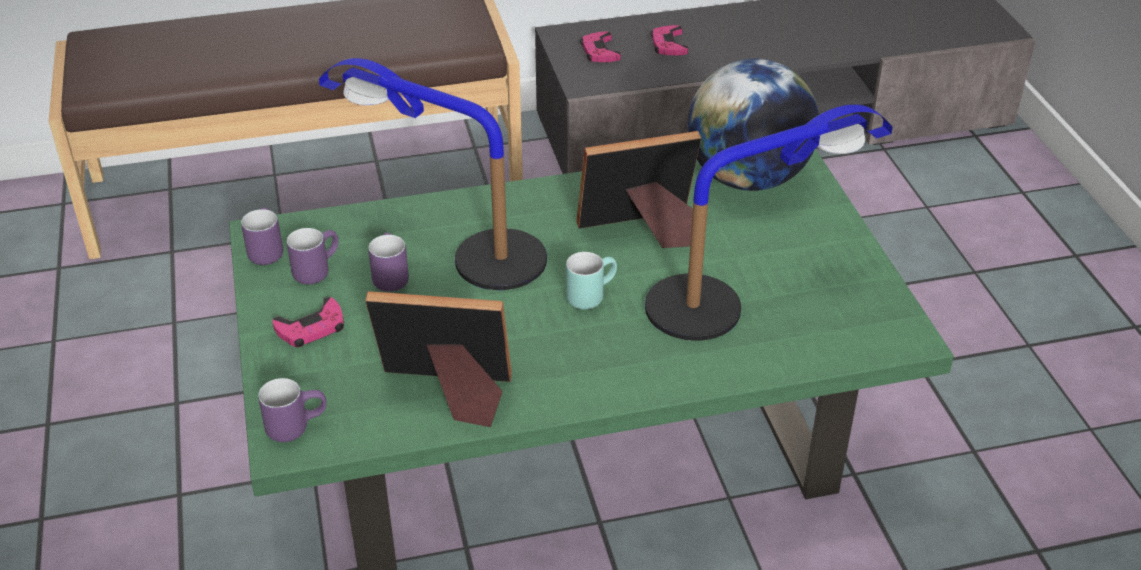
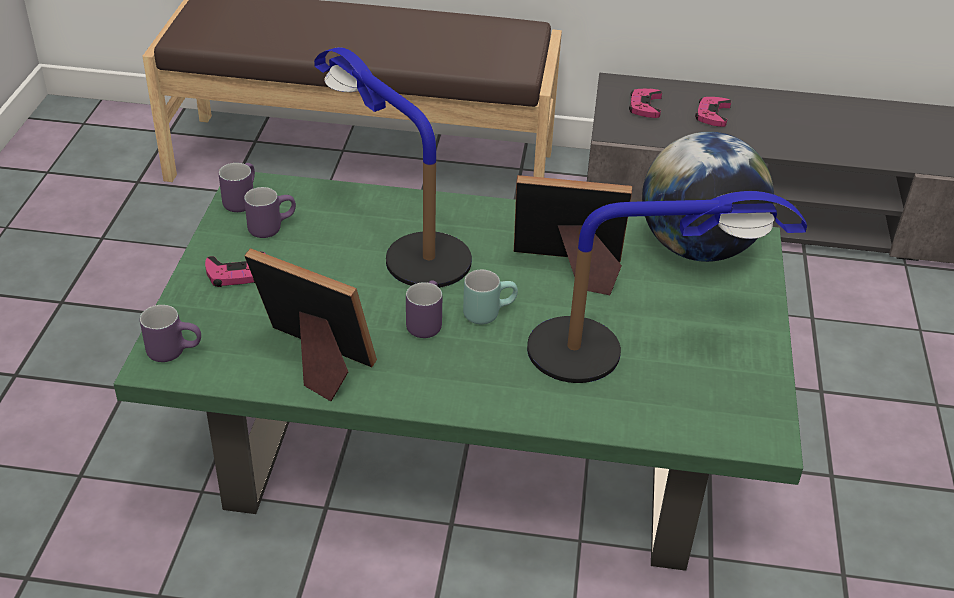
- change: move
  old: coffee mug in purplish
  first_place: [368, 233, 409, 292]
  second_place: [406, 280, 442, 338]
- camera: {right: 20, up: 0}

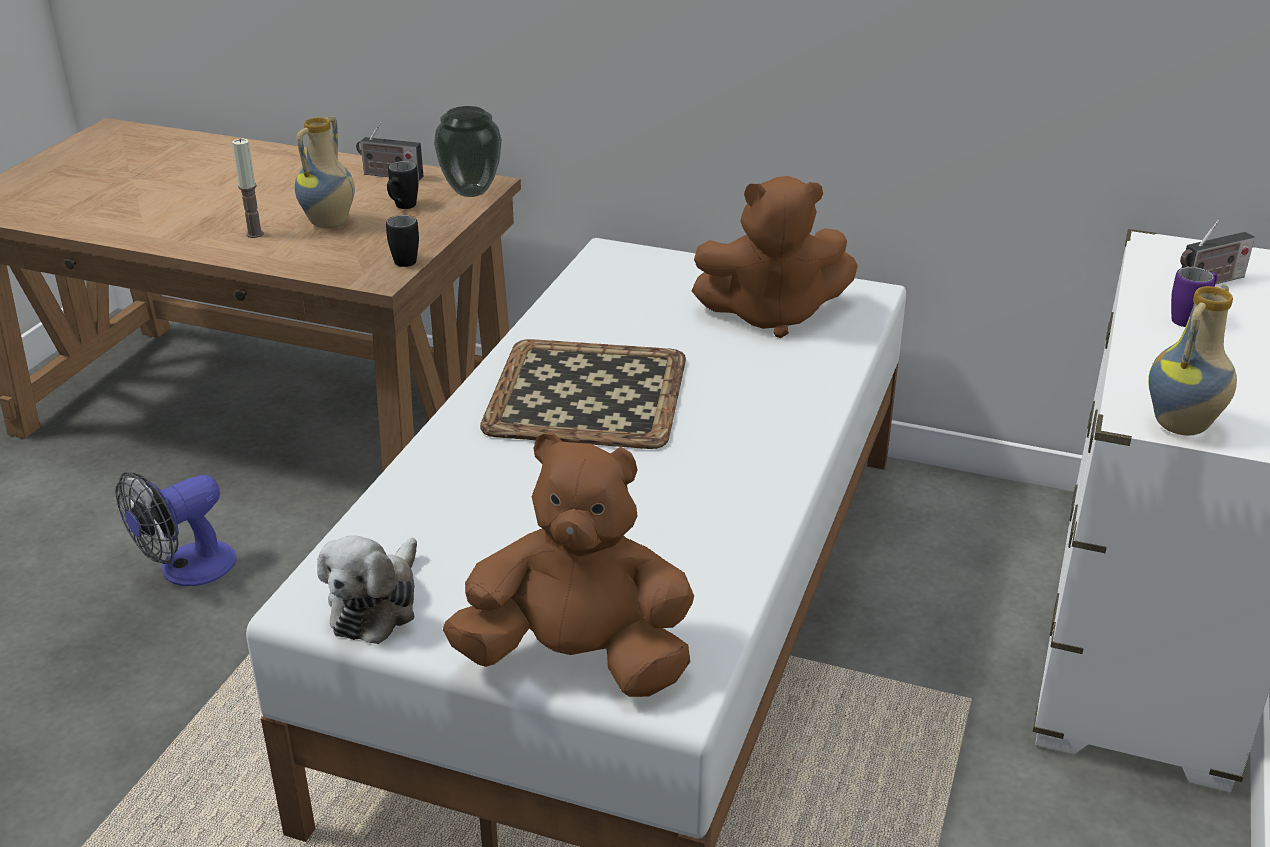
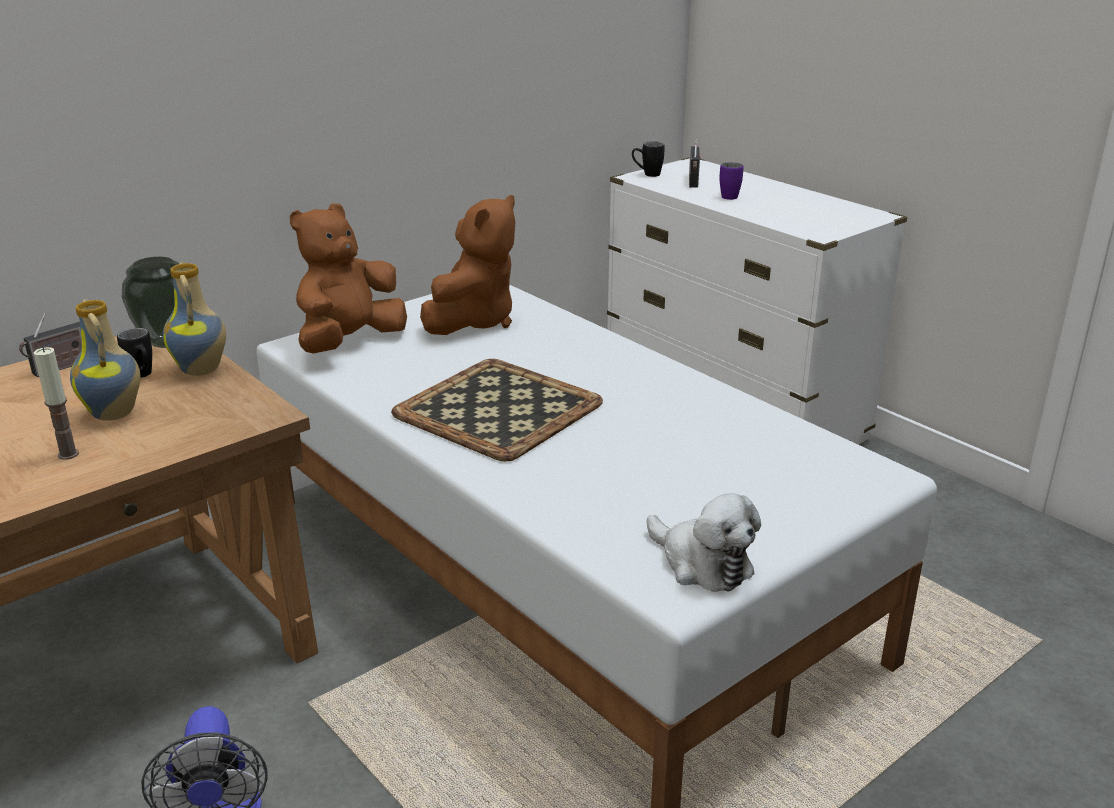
- change: move
  old: coffee mug in black
  first_place: [386, 215, 419, 267]
  second_place: [632, 141, 665, 177]
- change: move
  old: decorative vase
  first_place: [1148, 284, 1237, 435]
  second_place: [163, 262, 226, 376]
- change: move
  old: soft toy in brown
  first_place: [443, 433, 694, 697]
  second_place: [290, 203, 407, 354]
- camera: {right: -60, up: -5}

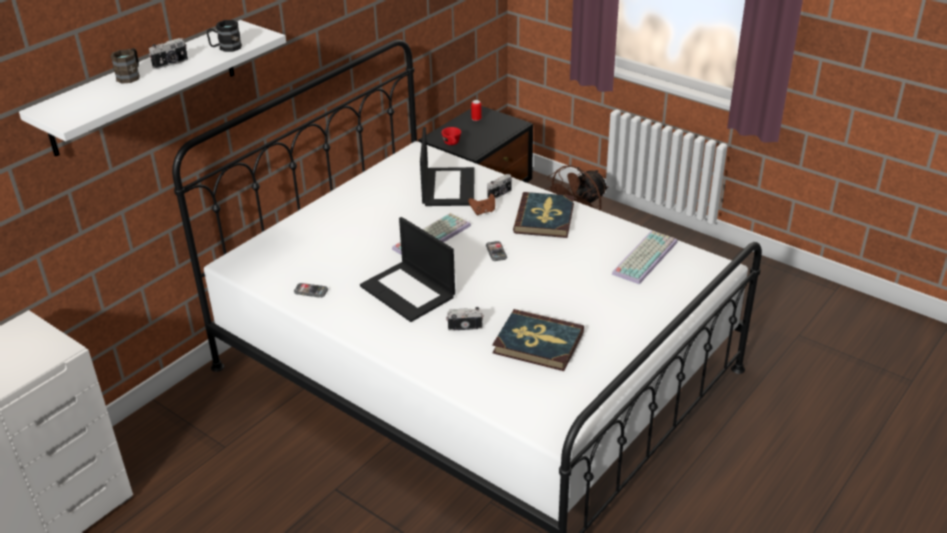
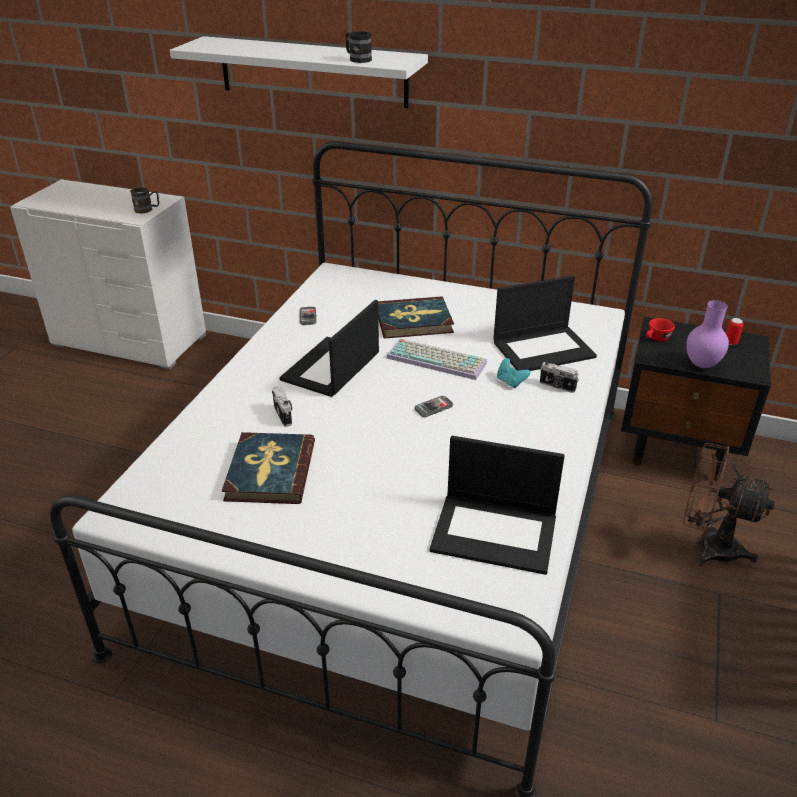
- change: delete
  old: still camera
  first_place: [149, 38, 188, 69]
- change: move
  old: coffee mug in brown
  first_place: [111, 48, 140, 84]
  second_place: [130, 187, 159, 214]
- change: move
  old: volume
  first_place: [513, 192, 574, 238]
  second_place: [378, 296, 454, 339]
- change: recolor
  old: joypad in brown
  new: joypad in turquoise
  first_place: [468, 194, 495, 215]
  second_place: [497, 358, 530, 388]
- change: replace
  old: computer keyboard
  new: notebook computer
  first_place: [612, 231, 678, 284]
  second_place: [430, 436, 565, 575]
- change: insert
  new: decorative vase in purplish
  second_place: [686, 300, 729, 368]
- camera: {right: 70, up: 0}

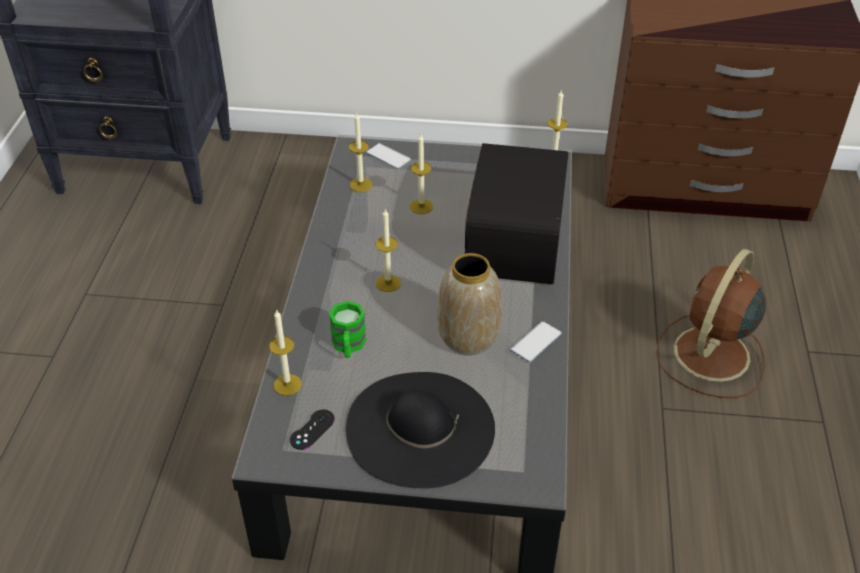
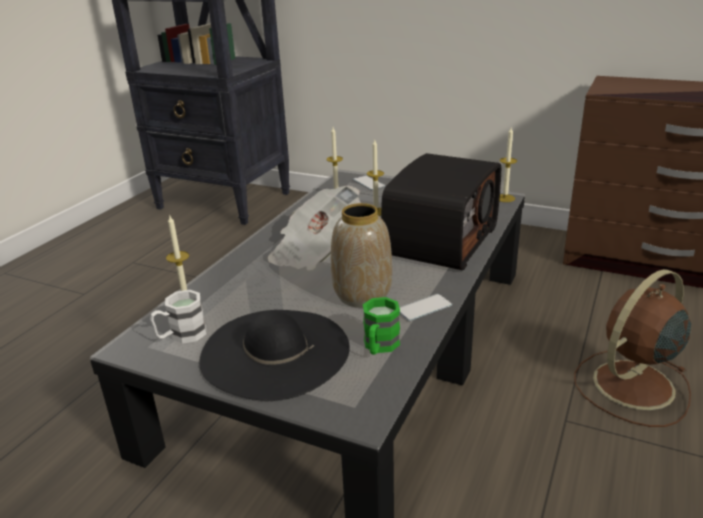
- change: replace
  old: wax light
  new: newspaper
  first_place: [376, 209, 401, 292]
  second_place: [268, 186, 361, 271]
- change: move
  old: coffee mug in green
  first_place: [329, 301, 367, 358]
  second_place: [363, 297, 400, 355]
- change: replace
  old: joypad in black
  new: coffee mug in whitish
  first_place: [290, 409, 335, 450]
  second_place: [150, 290, 206, 344]
- camera: {right: 20, up: -15}

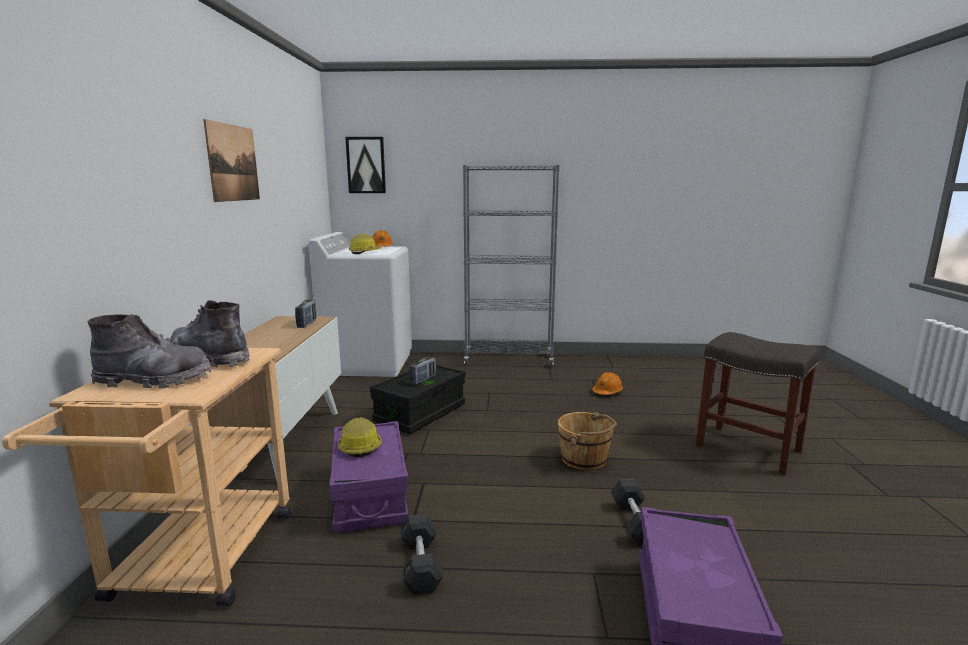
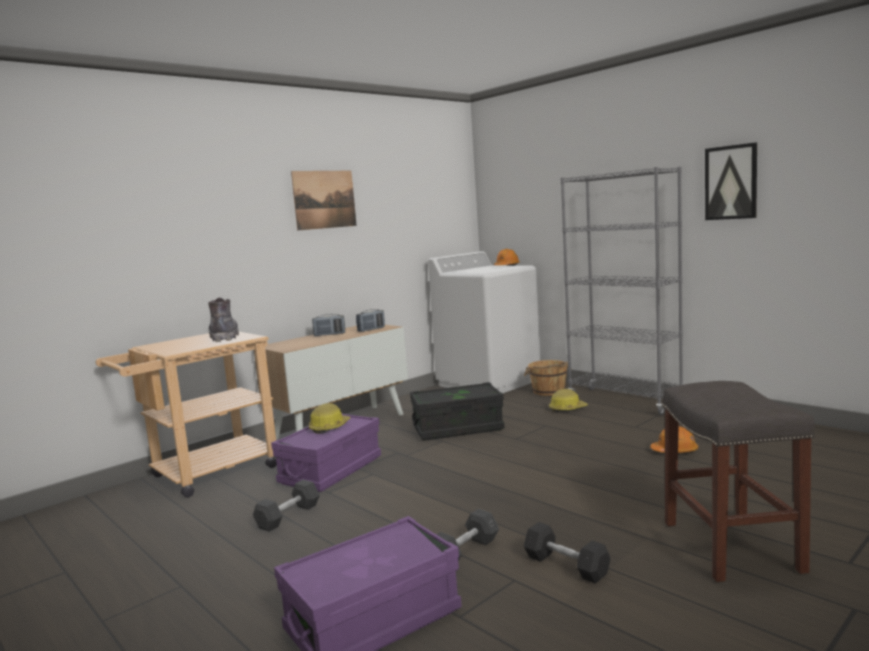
- change: move
  old: picture
  first_place: [345, 137, 386, 193]
  second_place: [705, 142, 757, 220]
- change: move
  old: safety helmet
  first_place: [349, 233, 382, 254]
  second_place: [549, 389, 588, 412]
- change: delete
  old: high-top boot in gray
  first_place: [88, 314, 211, 389]
- change: move
  old: radio
  first_place: [409, 357, 436, 385]
  second_place: [312, 314, 345, 336]
- change: move
  old: pail in brown
  first_place: [558, 412, 617, 471]
  second_place: [524, 360, 572, 396]
- change: insert
  new: hand weight in black
  second_place: [524, 522, 610, 584]
- camera: {right: 45, up: -5}

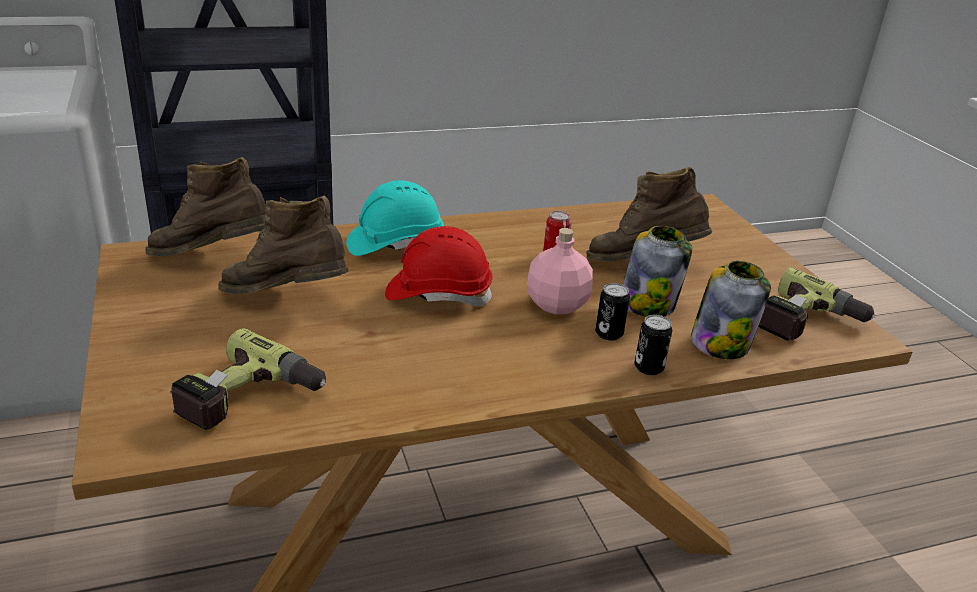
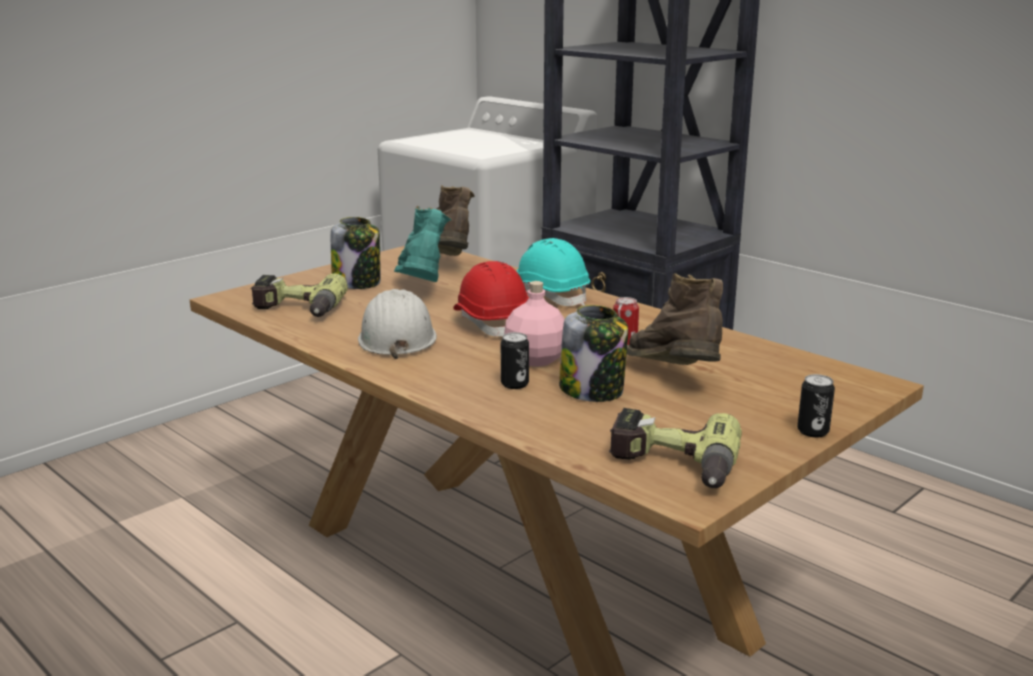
- change: recolor
  old: high-top boot in brown
  new: high-top boot in turquoise
  first_place: [218, 196, 349, 294]
  second_place: [394, 206, 453, 282]
- change: move
  old: preserve jar
  first_place: [691, 261, 771, 359]
  second_place: [331, 217, 380, 289]
- change: move
  old: sealed can
  first_place: [634, 315, 672, 375]
  second_place: [797, 374, 835, 437]
- change: insert
  new: safety helmet in whitish
  second_place: [358, 289, 437, 359]
- camera: {right: 65, up: -10}

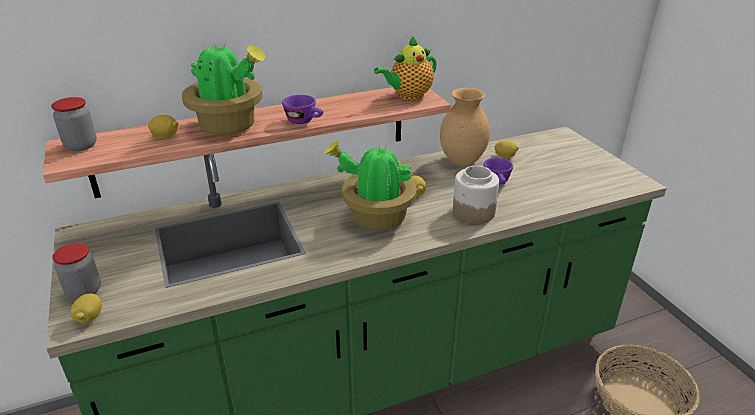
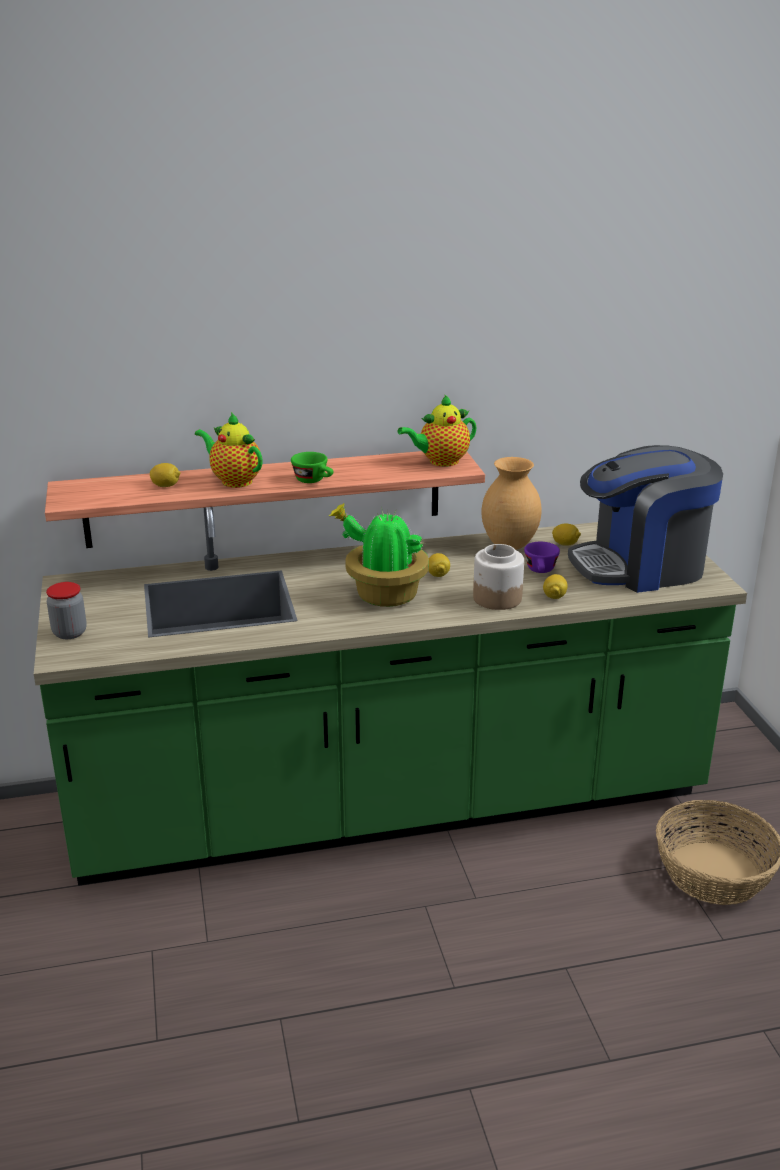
- change: replace
  old: plant in a pot
  new: pot for tea
  first_place: [182, 39, 266, 135]
  second_place: [195, 412, 263, 488]
- change: recolor
  old: small cup in purplish
  new: small cup in green
  first_place: [282, 95, 323, 124]
  second_place: [291, 452, 333, 483]
- change: delete
  old: preserve jar
  first_place: [51, 97, 97, 151]
- change: move
  old: whole lemon
  first_place: [70, 293, 102, 323]
  second_place: [543, 574, 568, 599]
- change: insert
  new: coffee machine
  second_place: [568, 445, 723, 593]
- camera: {right: 10, up: -5}

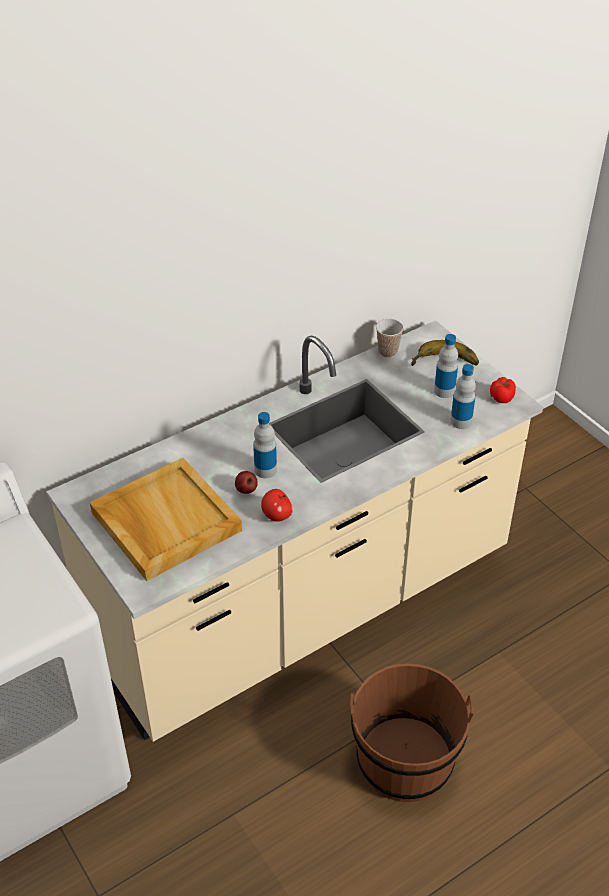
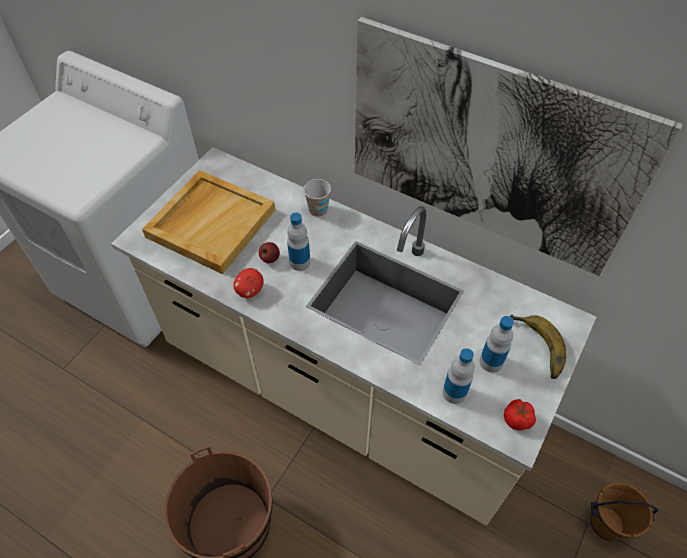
- change: move
  old: small cup
  first_place: [376, 319, 404, 358]
  second_place: [304, 179, 331, 217]
- change: insert
  new: picture
  second_place: [355, 17, 683, 276]
- change: insert
  new: pail in brown
  second_place: [590, 482, 659, 541]
- camera: {right: 65, up: 10}

